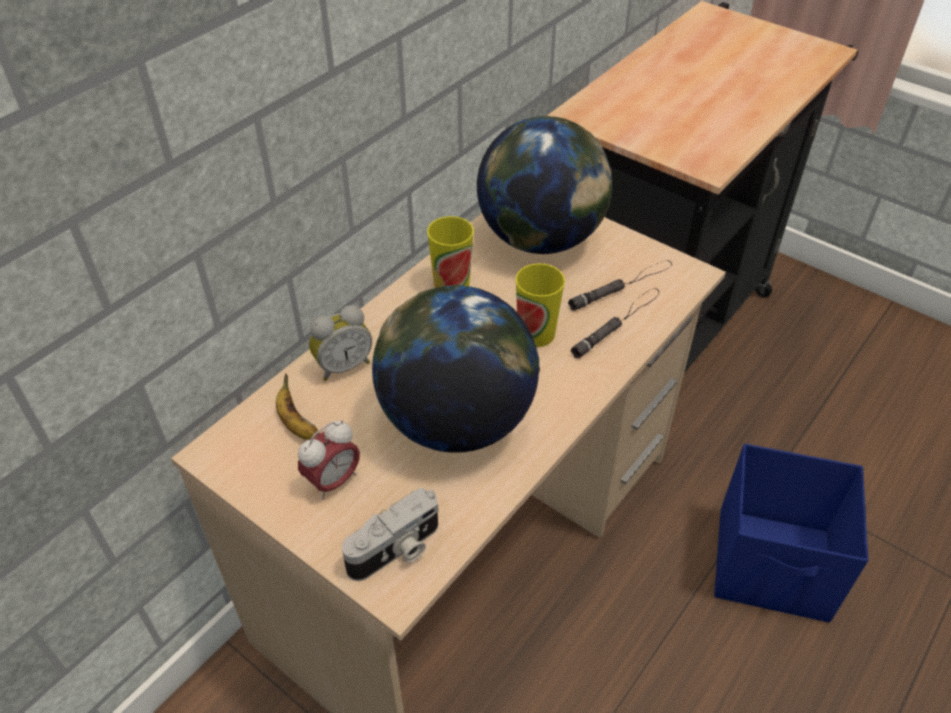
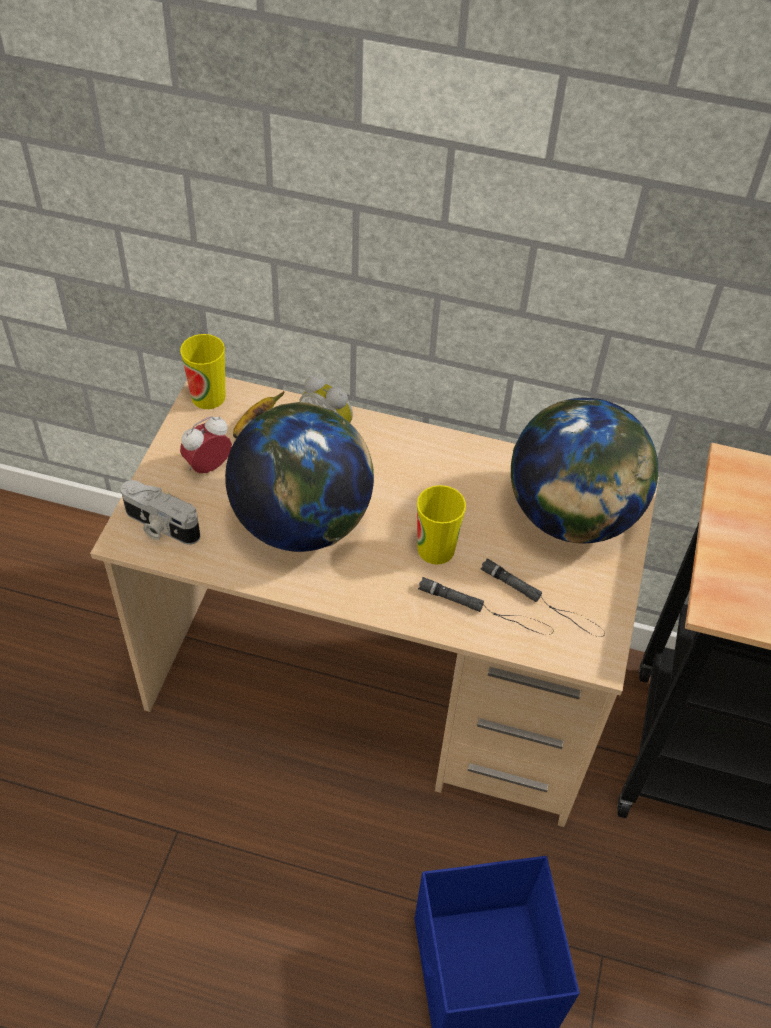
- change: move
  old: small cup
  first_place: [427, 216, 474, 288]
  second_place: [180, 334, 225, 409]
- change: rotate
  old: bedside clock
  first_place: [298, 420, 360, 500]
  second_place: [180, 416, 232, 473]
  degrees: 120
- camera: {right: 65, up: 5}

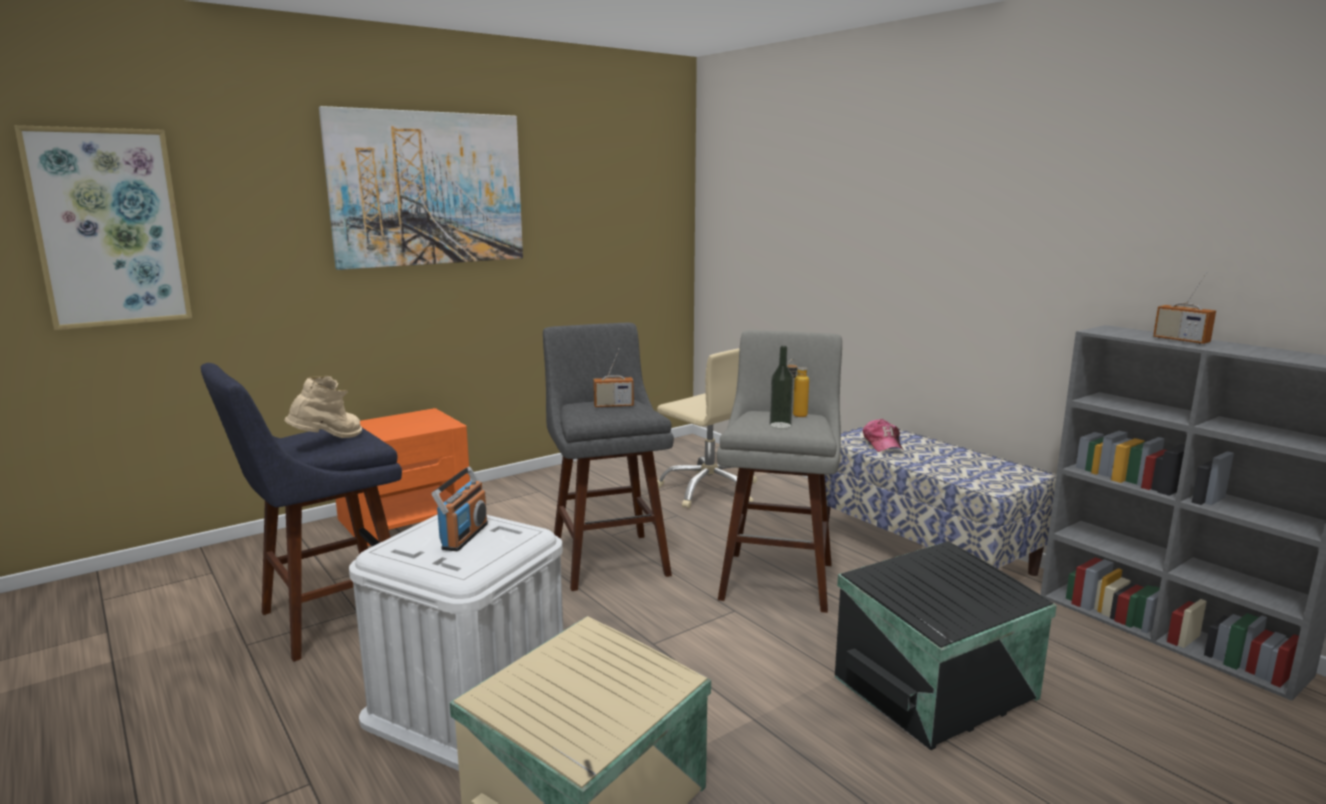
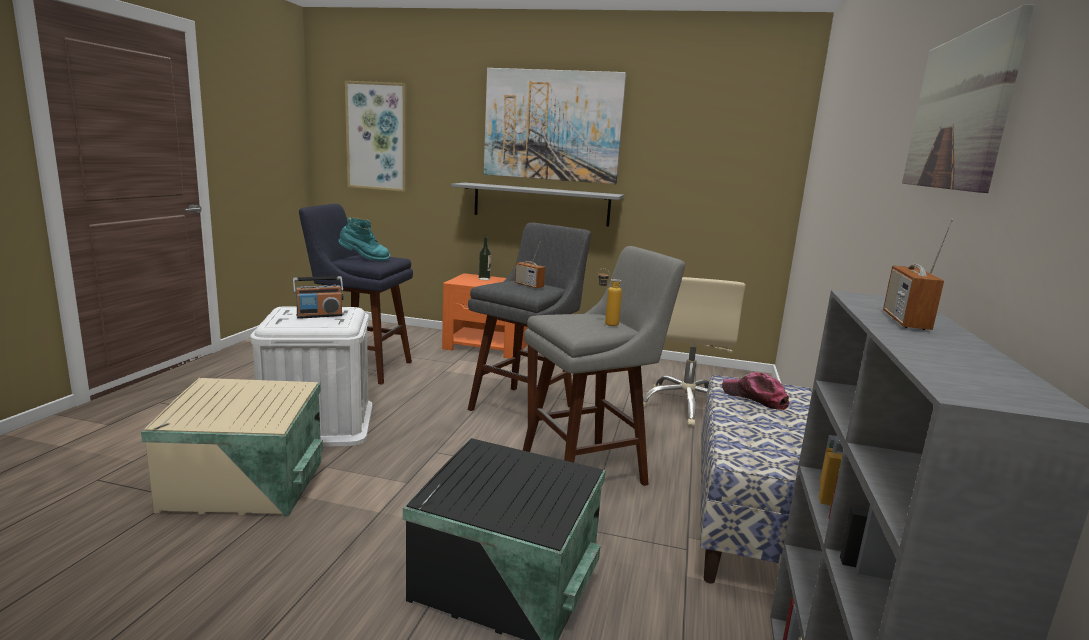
- change: move
  old: drink bottle
  first_place: [769, 346, 794, 429]
  second_place: [479, 237, 491, 280]
- change: recolor
  old: high-top boot in sand-coloured
  new: high-top boot in turquoise
  first_place: [284, 376, 362, 438]
  second_place: [338, 217, 390, 261]
- change: rotate
  old: cap
  first_place: [863, 419, 904, 452]
  second_place: [722, 372, 789, 410]
  degrees: 90
- change: insert
  new: picture
  second_place: [902, 4, 1034, 193]
- change: insert
  new: wall shelf in gray
  second_place: [451, 183, 624, 226]
- camera: {right: 50, up: 0}

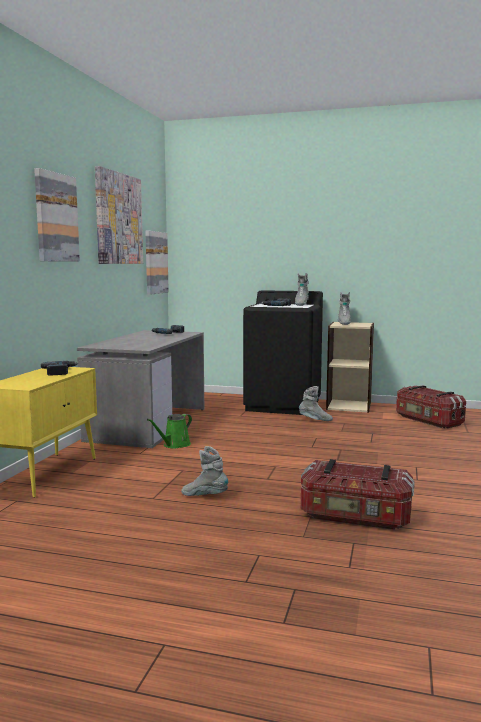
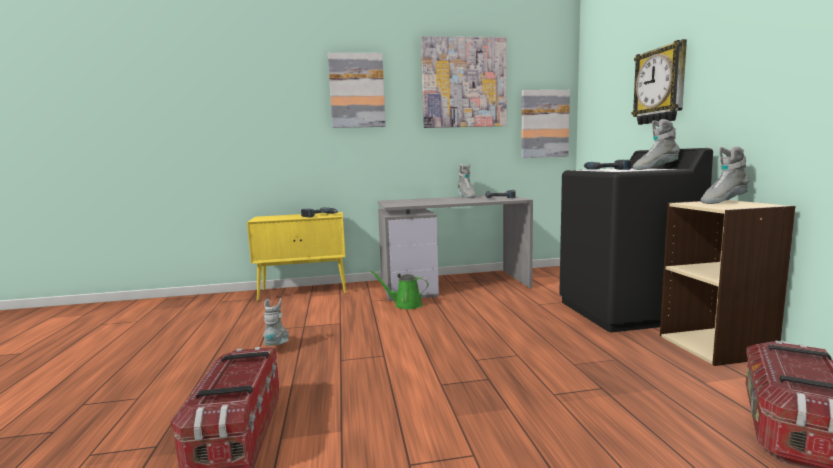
- change: move
  old: high-top boot in gray
  first_place: [299, 386, 333, 421]
  second_place: [458, 163, 476, 198]
- change: insert
  new: hanging clock
  second_place: [632, 39, 687, 125]
- camera: {right: 65, up: 0}

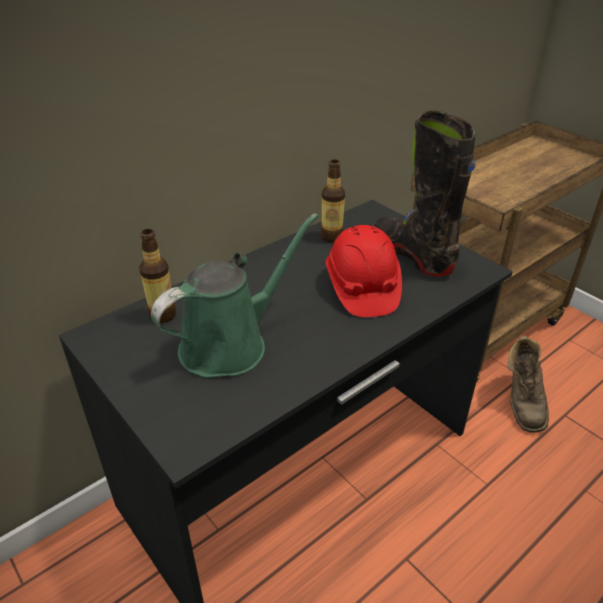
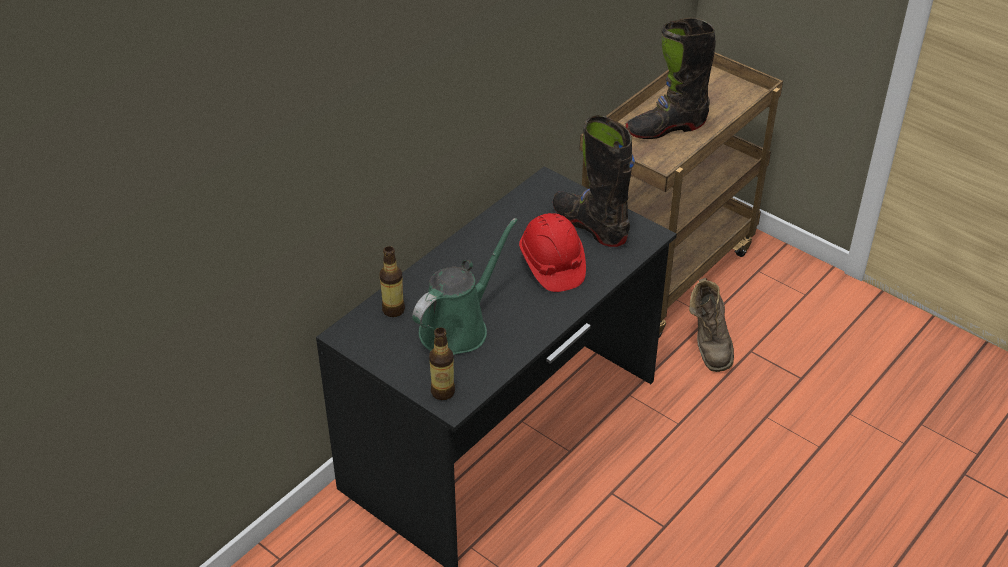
- change: move
  old: drink bottle
  first_place: [320, 160, 345, 243]
  second_place: [429, 328, 455, 400]
- change: insert
  new: high-top boot in black
  second_place: [625, 17, 716, 139]
- camera: {right: -10, up: 5}

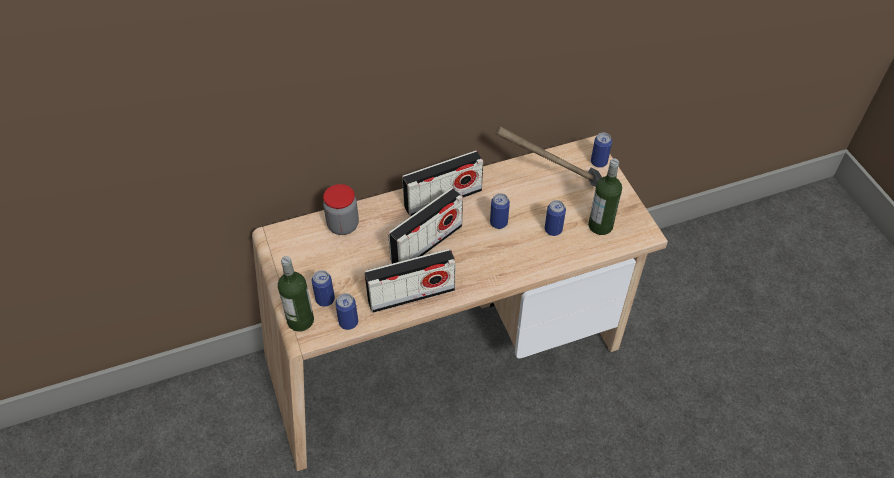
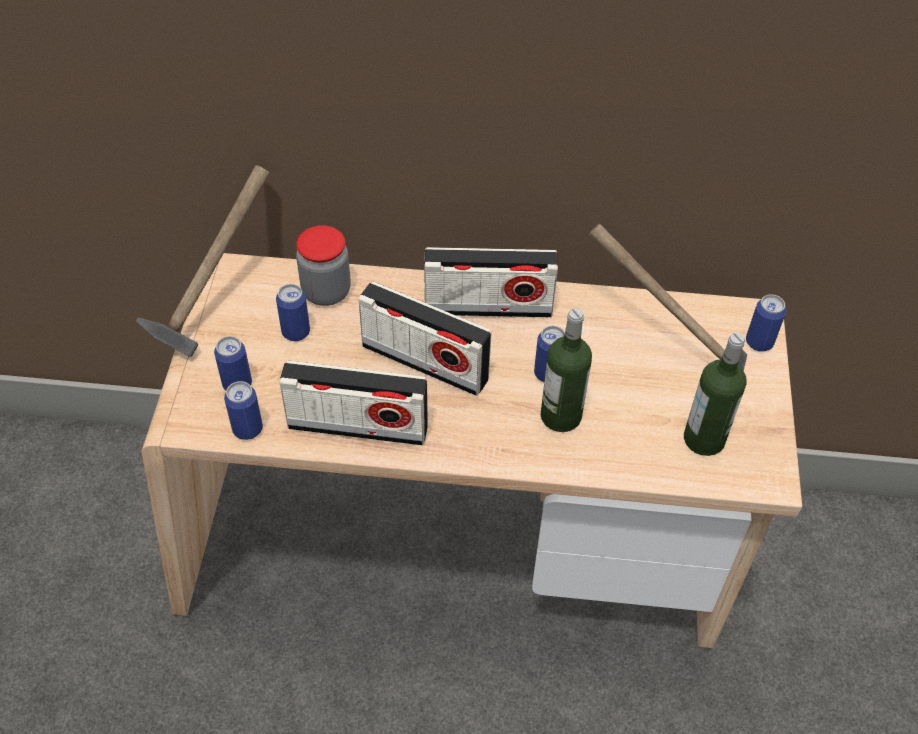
- change: rotate
  old: radio
  first_place: [388, 188, 463, 264]
  second_place: [358, 281, 492, 396]
  degrees: 45
- change: move
  old: sealed can
  first_place: [545, 200, 566, 236]
  second_place: [276, 284, 310, 341]
- change: move
  old: drink bottle
  first_place: [278, 256, 314, 332]
  second_place: [541, 308, 592, 432]
- change: insert
  new: tool hammer
  second_place: [136, 165, 270, 357]
- camera: {right: 25, up: 0}

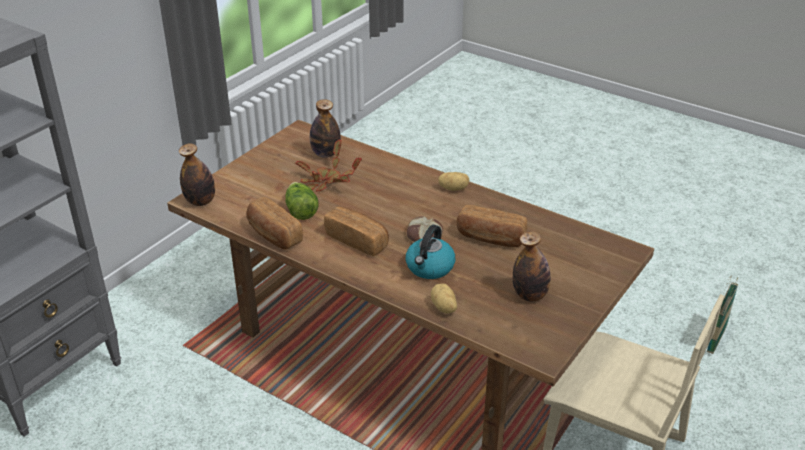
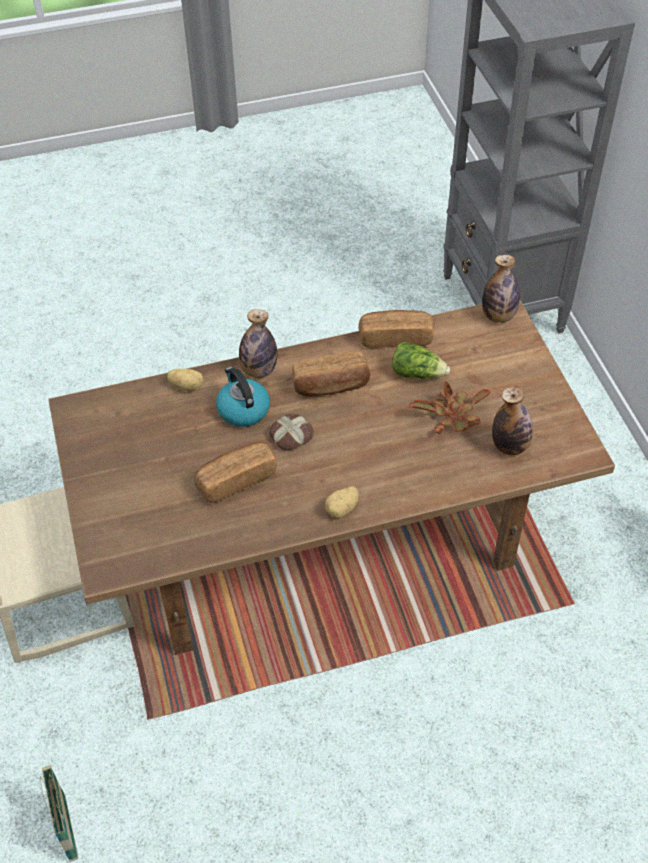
- change: move
  old: drink bottle
  first_place: [513, 231, 551, 302]
  second_place: [239, 309, 277, 378]
- camera: {right: 130, up: 15}

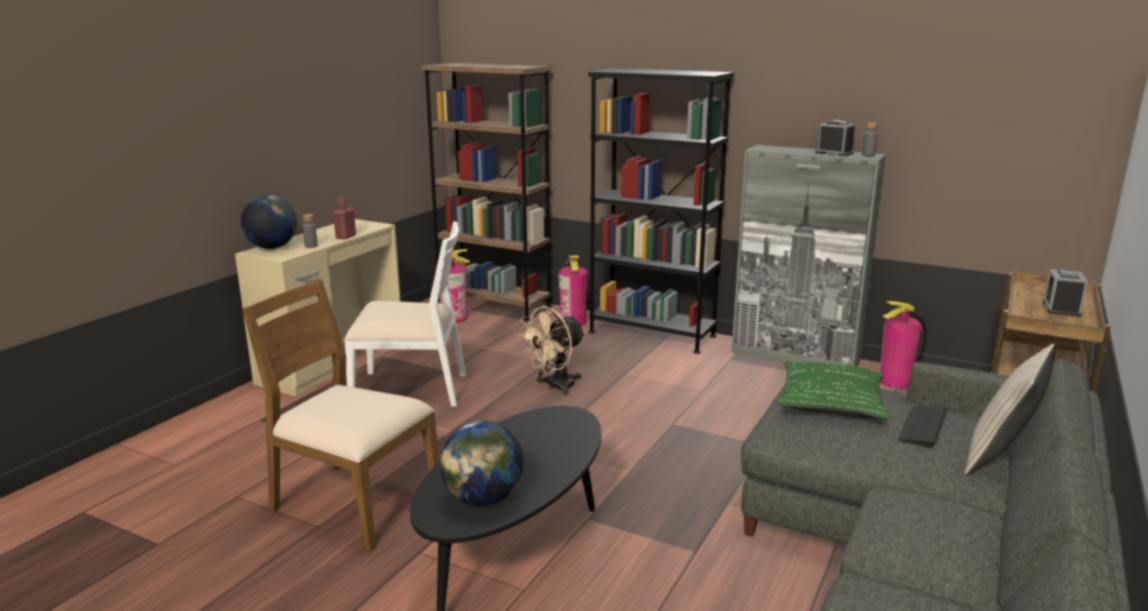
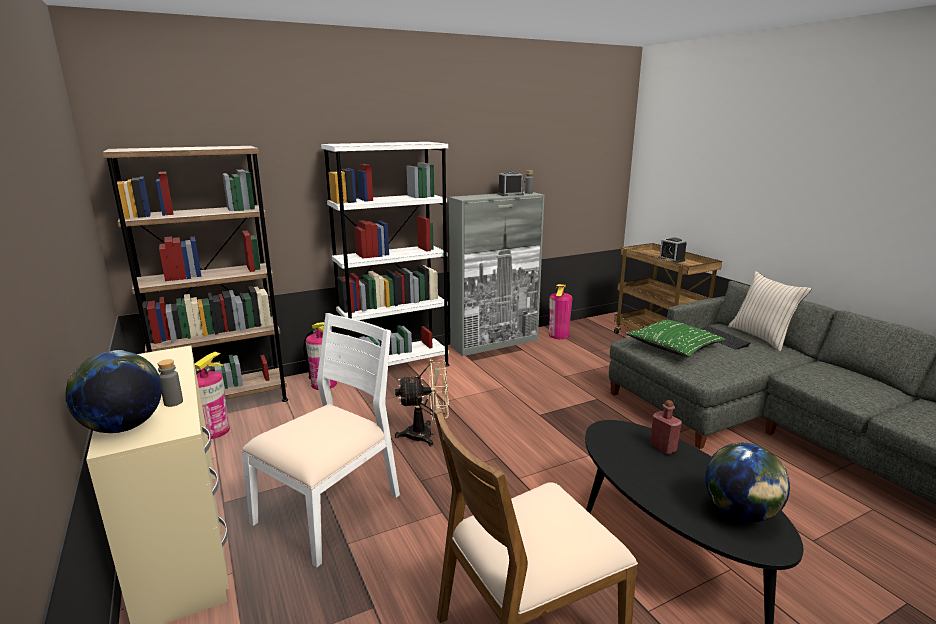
- change: recolor
  old: bookcase in black
  new: bookcase in whitish
  first_place: [588, 68, 734, 354]
  second_place: [321, 142, 449, 367]
- change: move
  old: drink bottle in red-coloured
  first_place: [333, 195, 356, 239]
  second_place: [650, 400, 682, 454]
- change: rotate
  old: electric fan in sand-coloured
  first_place: [518, 306, 586, 395]
  second_place: [395, 360, 449, 446]
  degrees: -90
- camera: {right: -55, up: 0}

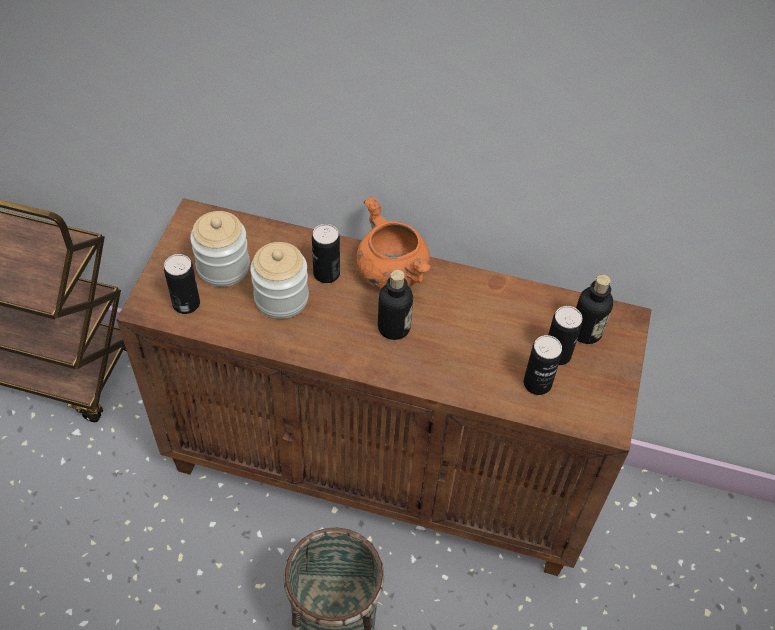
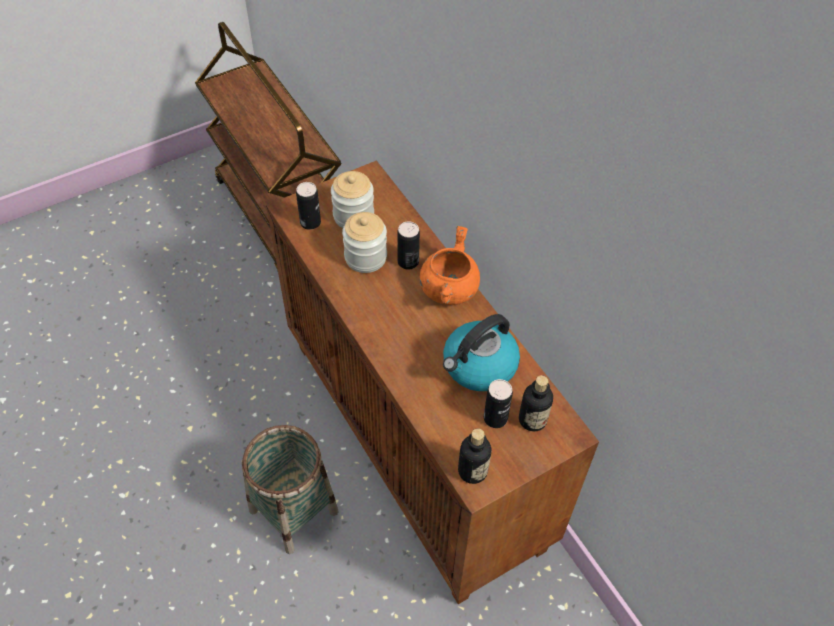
- change: move
  old: drink bottle
  first_place: [378, 270, 413, 340]
  second_place: [458, 428, 491, 484]
- change: delete
  old: sealed can
  first_place: [524, 335, 562, 395]
- change: insert
  new: kettle
  second_place: [443, 314, 520, 391]
- camera: {right: 45, up: 0}

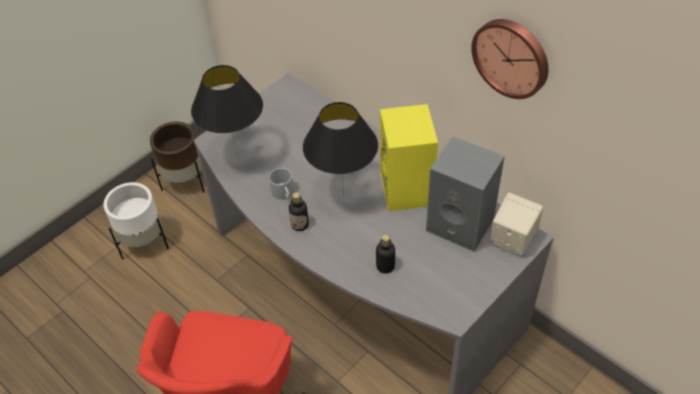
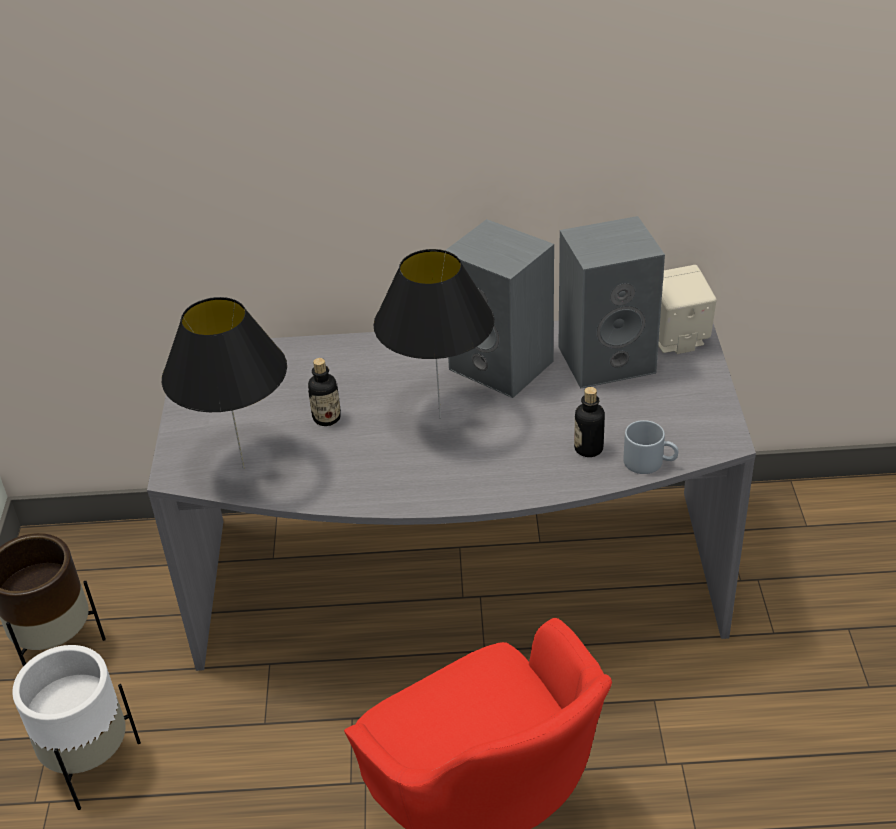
- change: delete
  old: hanging clock
  first_place: [471, 19, 548, 99]
- change: recolor
  old: speaker in yellow
  new: speaker in gray
  first_place: [380, 104, 438, 211]
  second_place: [445, 219, 554, 398]
- change: move
  old: coffee mug in gray
  first_place: [269, 168, 294, 199]
  second_place: [623, 420, 678, 474]
- change: move
  old: drink bottle
  first_place: [289, 192, 309, 231]
  second_place: [308, 358, 341, 426]
- camera: {right: -45, up: -10}

